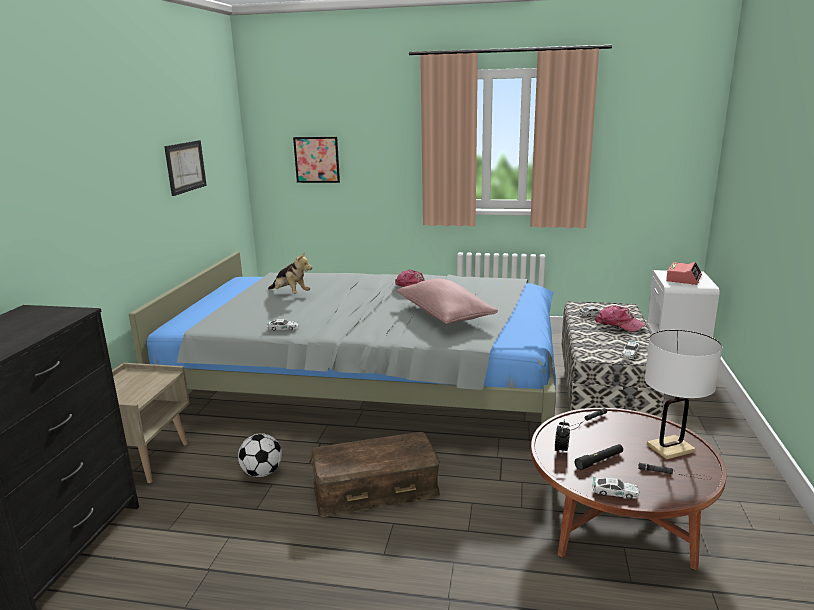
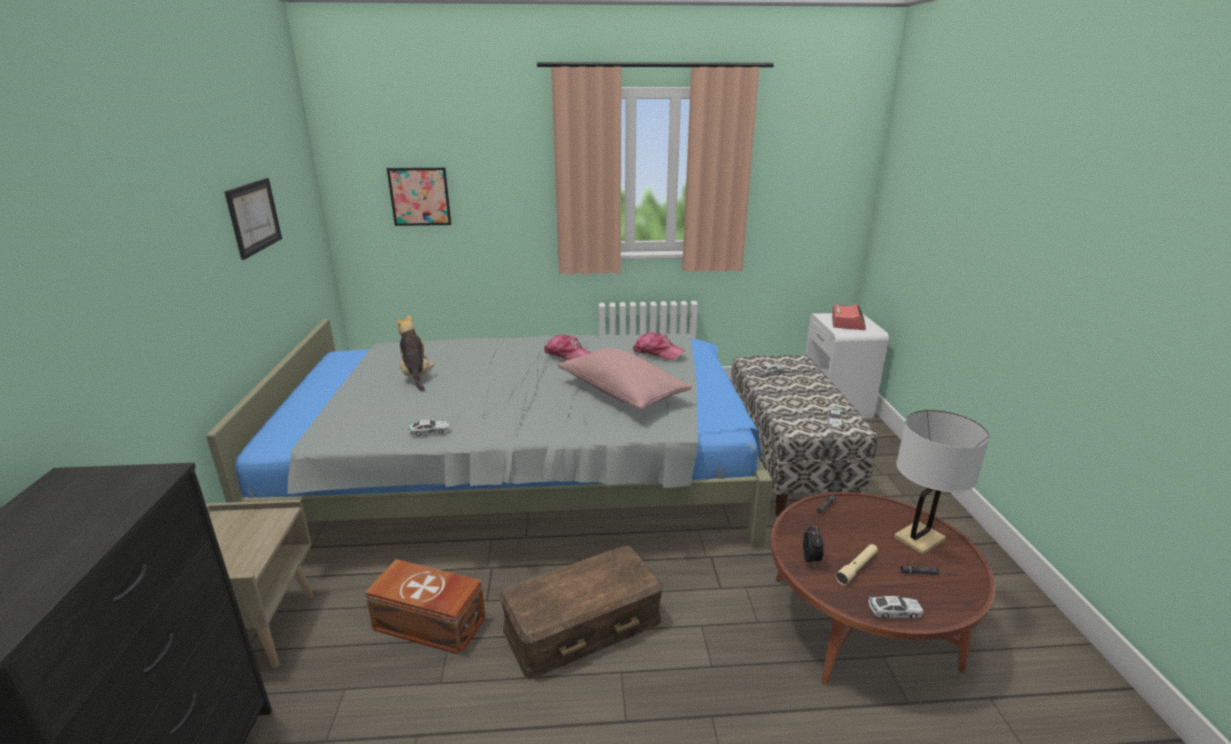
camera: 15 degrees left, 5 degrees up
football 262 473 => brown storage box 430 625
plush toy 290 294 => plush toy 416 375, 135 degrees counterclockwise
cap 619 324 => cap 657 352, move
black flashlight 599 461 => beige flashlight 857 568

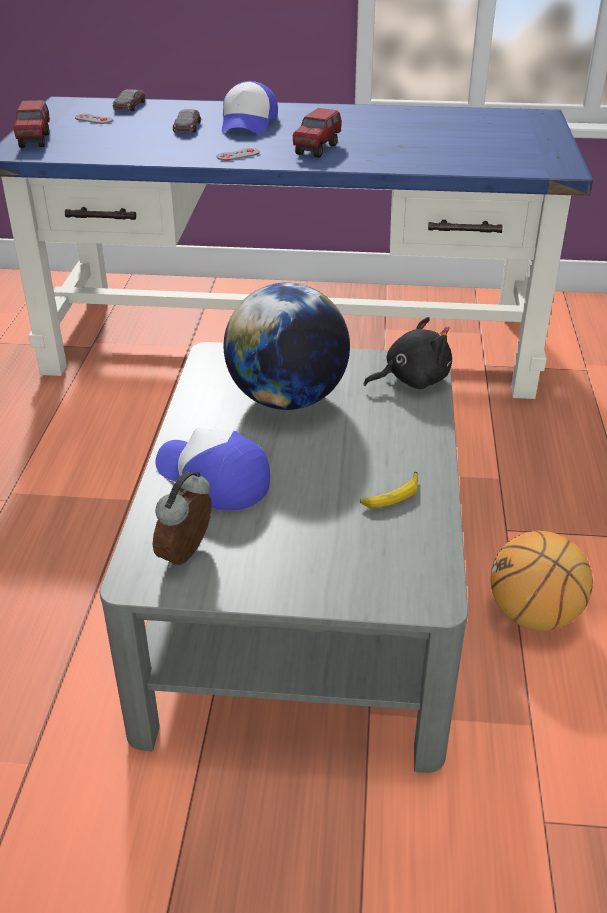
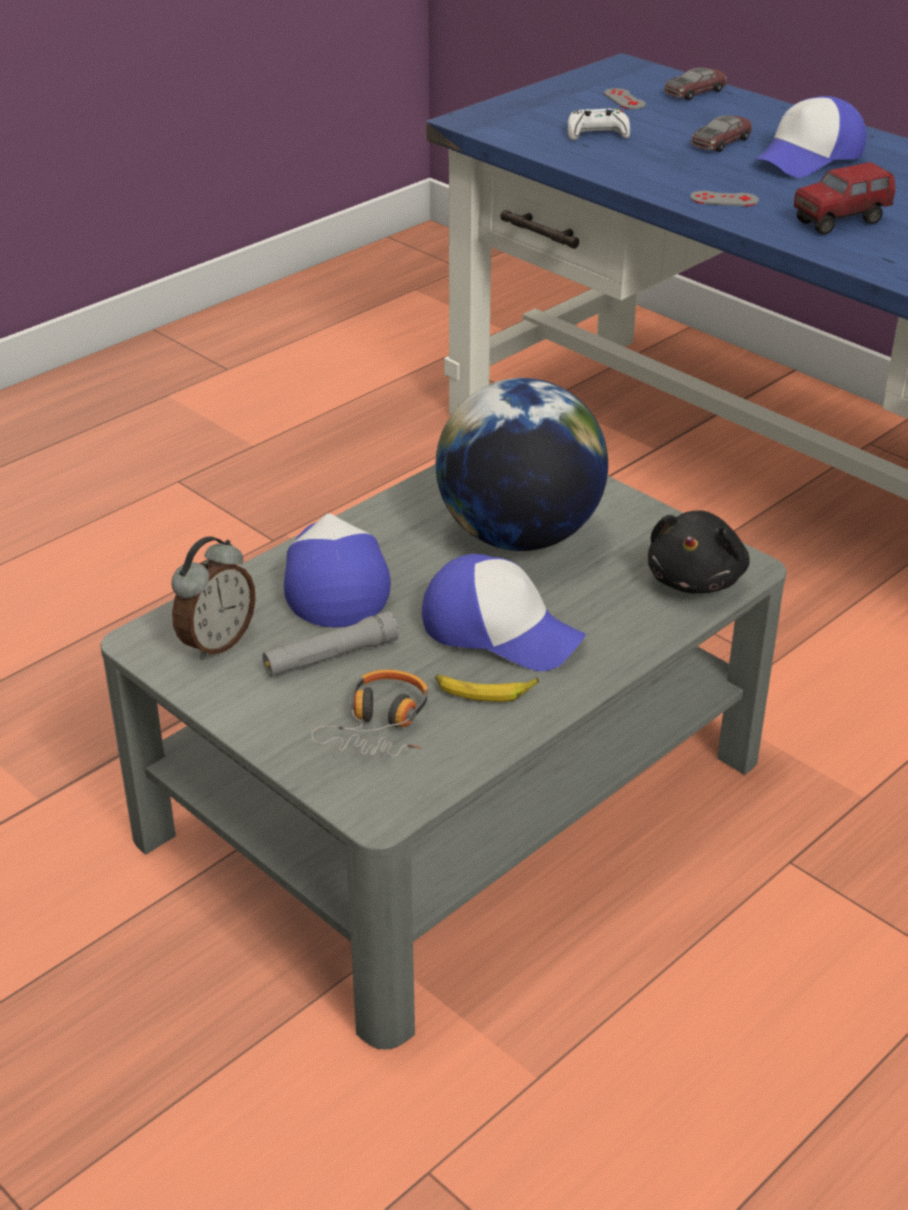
camera: 40 degrees right, 0 degrees up
alarm clock 188 555 => alarm clock 216 642, 150 degrees clockwise
nothing => grey flashlight 330 657
nothing => headphones 380 726
nothing => cap 500 630
nothing => white game controller 597 134
black plush toy 412 380 => black plush toy 696 579, 90 degrees clockwise
toy truck 35 140 => nothing
basketball 533 615 => nothing

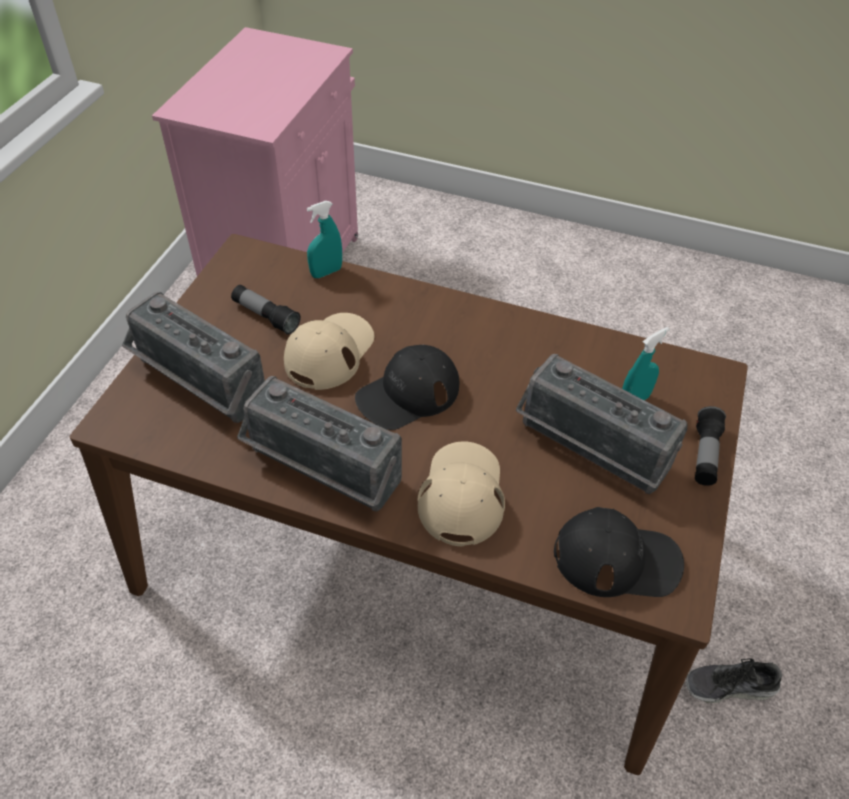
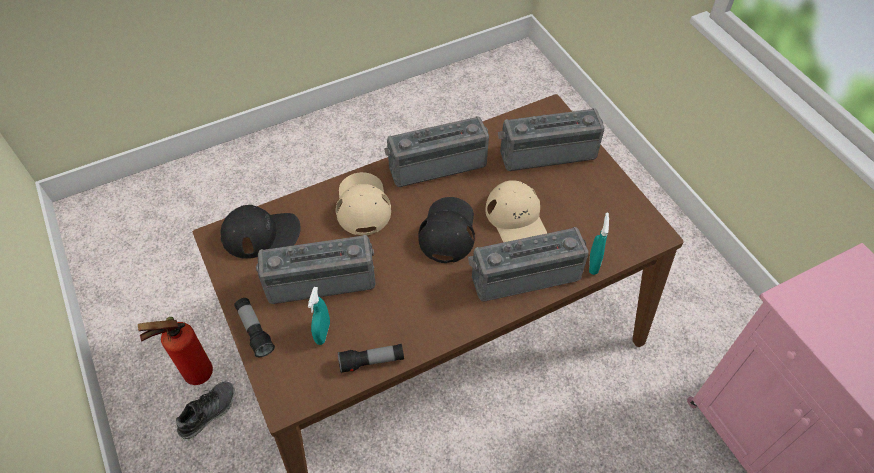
camera: 135 degrees right, 5 degrees up
nothing => fire extinguisher 194 374
black cap 617 558 => black cap 261 234, 150 degrees counterclockwise
beige cap 462 494 => beige cap 362 205, 150 degrees counterclockwise
flashlight 266 316 => flashlight 372 361, move
nothing => radio 524 273

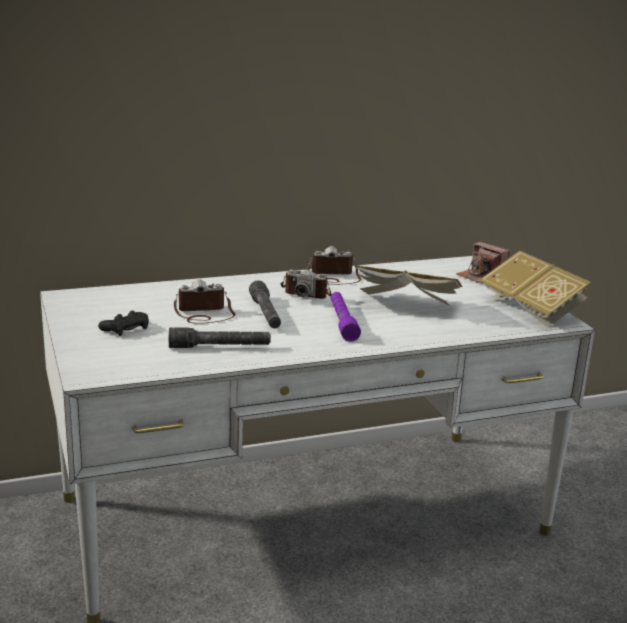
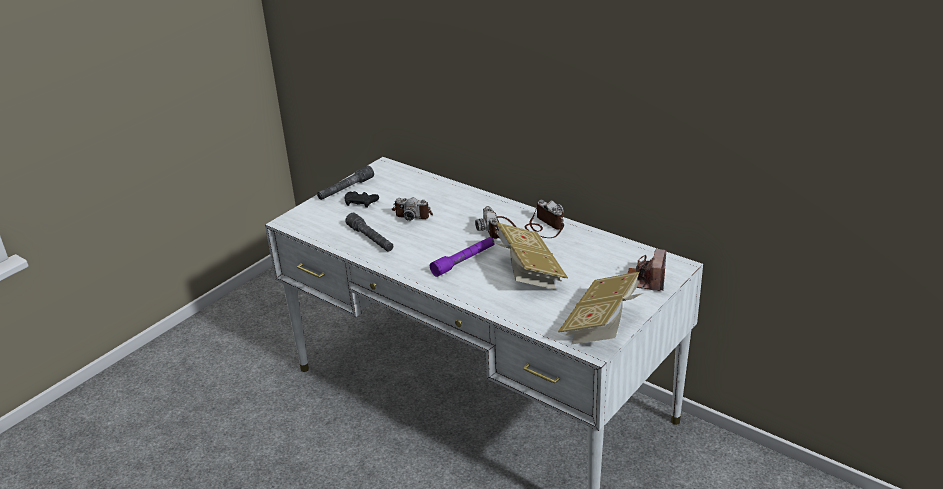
camera: 60 degrees right, 10 degrees up
grey flashlight 265 313 => grey flashlight 345 189, move
photo camera 204 314 => photo camera 413 213, 150 degrees clockwise

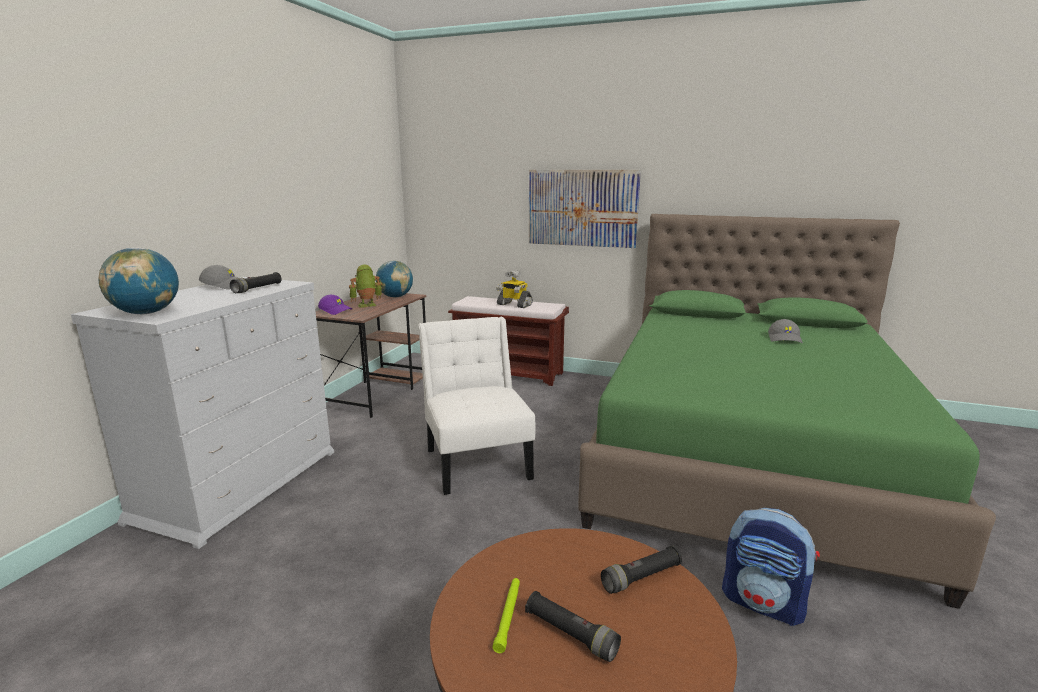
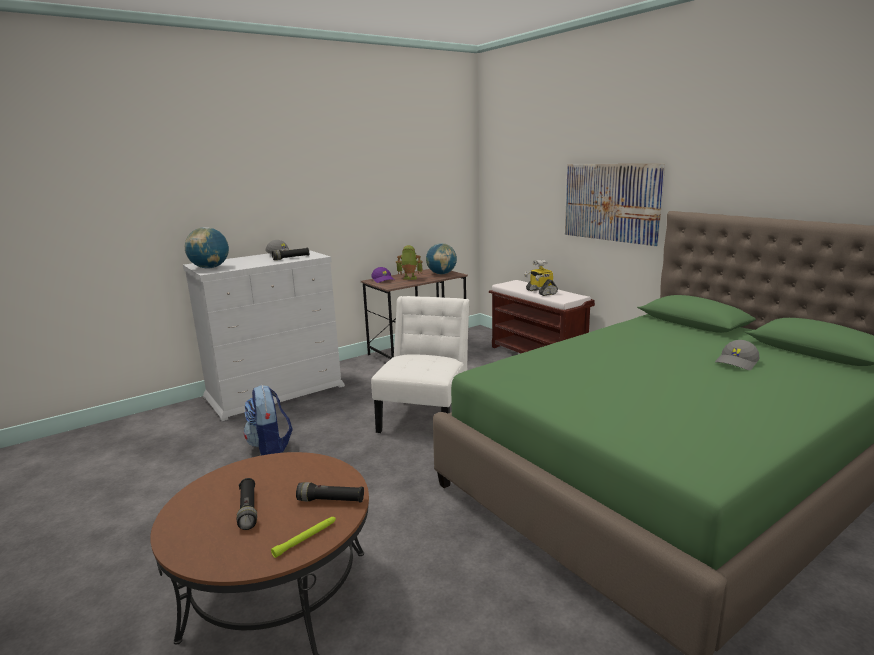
camera: 35 degrees right, 0 degrees up
backpack 763 603 => backpack 270 447, move
green flashlight 508 615 => green flashlight 306 538, move

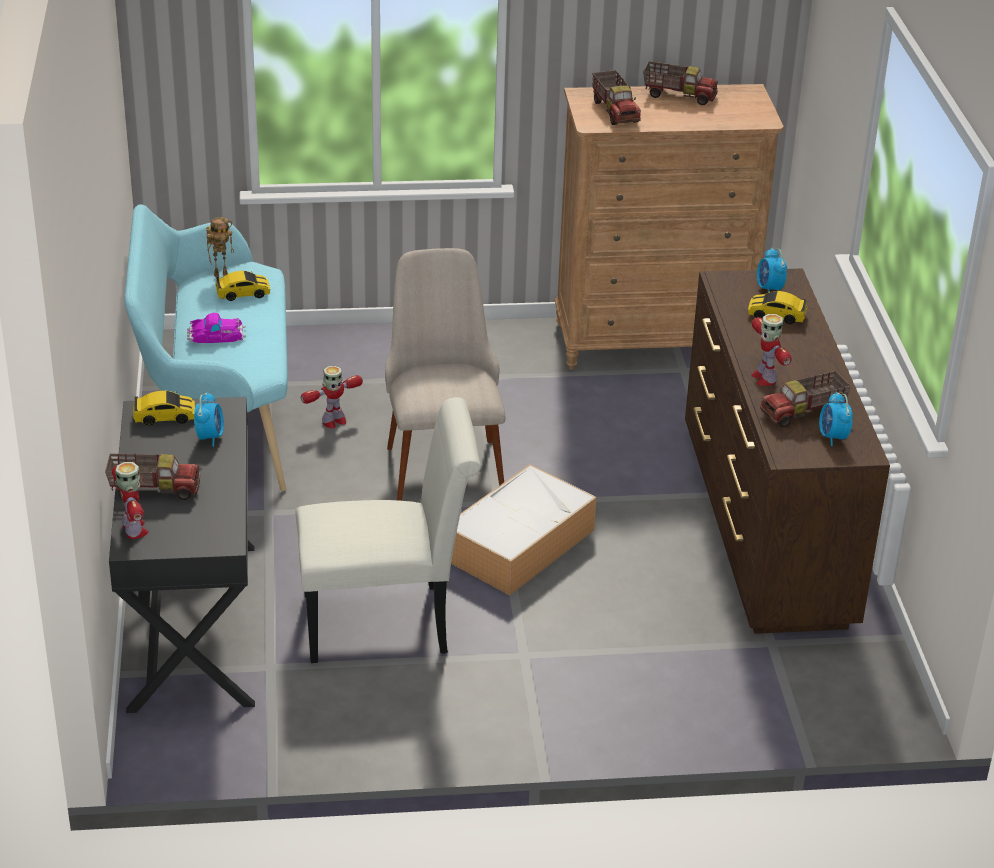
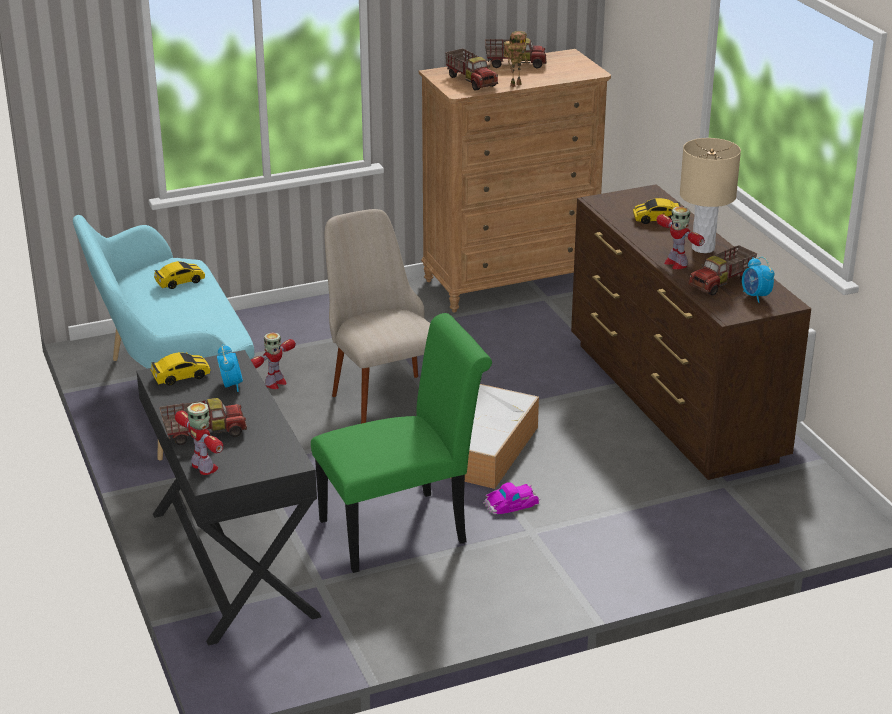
camera: 15 degrees left, 5 degrees down
white chair 387 623 => green chair 403 529
toy car 216 335 => toy car 511 503, move
toy robot 221 274 => toy robot 515 84, move
nothing => beige table lamp 702 248
alarm clock 769 289 => nothing

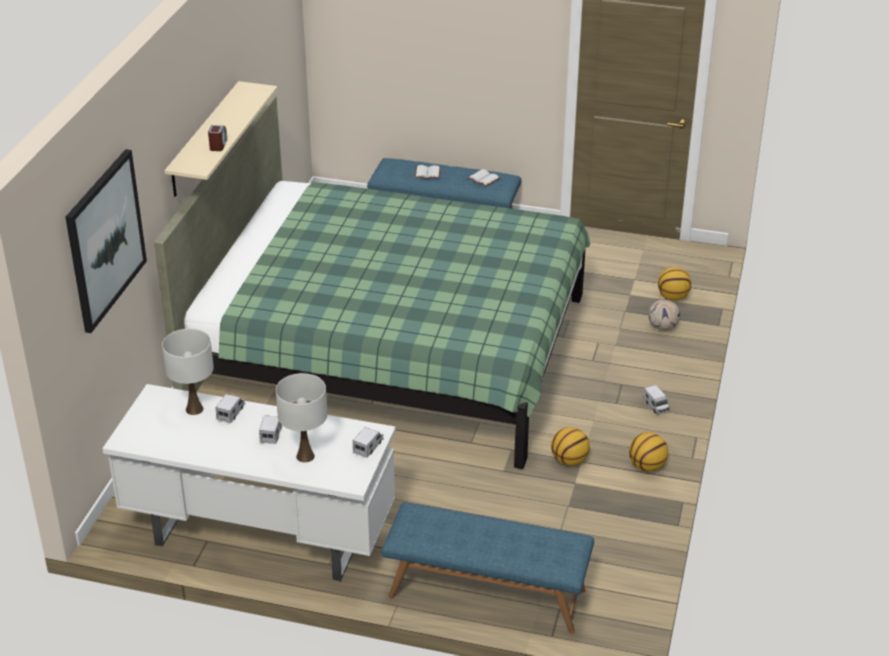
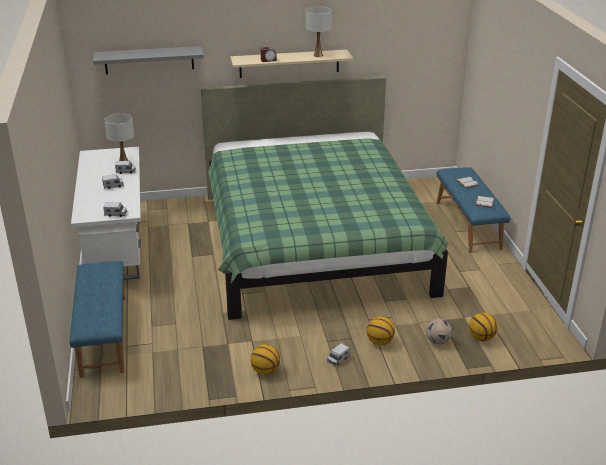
camera: 65 degrees right, 5 degrees down
picture 105 239 => grey shelf 149 60
white table lamp 305 456 => white table lamp 318 55, move
basketball 569 461 => basketball 380 342, move

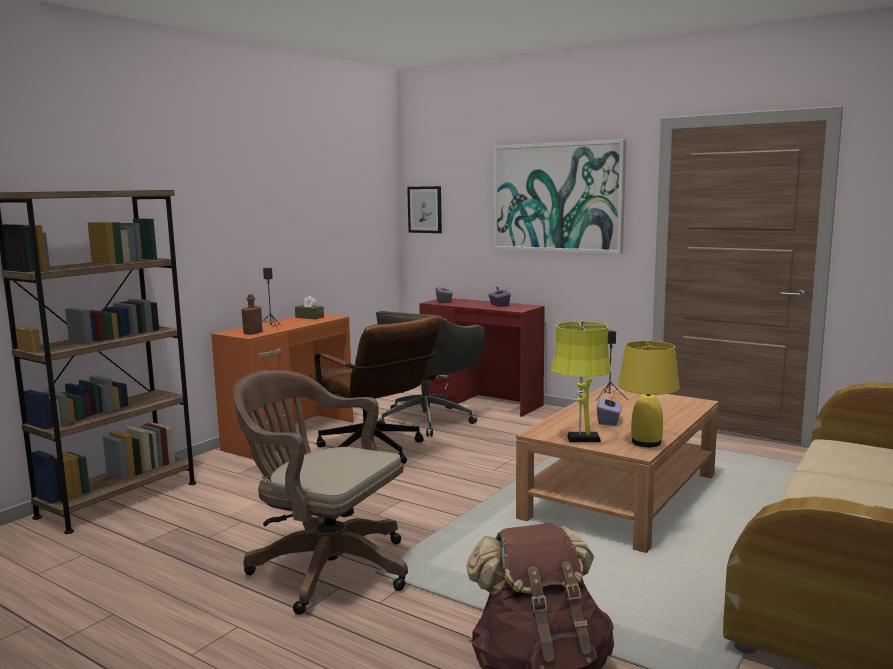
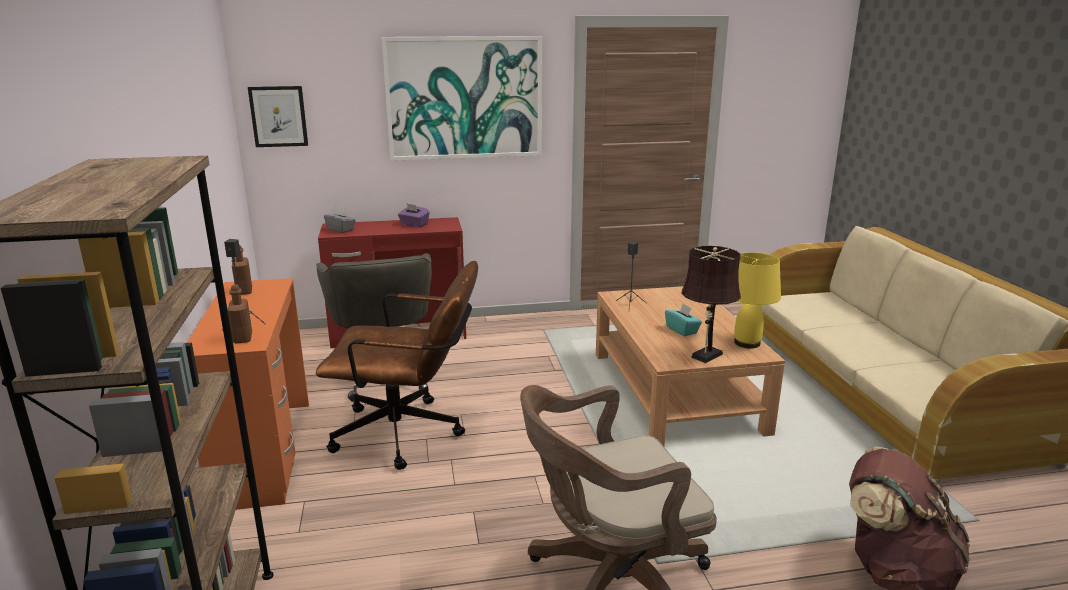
camera: 45 degrees left, 10 degrees up
brown tissue box 309 317 => brown bottle 244 291
purple tissue box 609 421 => turquoise tissue box 682 330
yellow table lamp 580 439 => brown table lamp 705 356

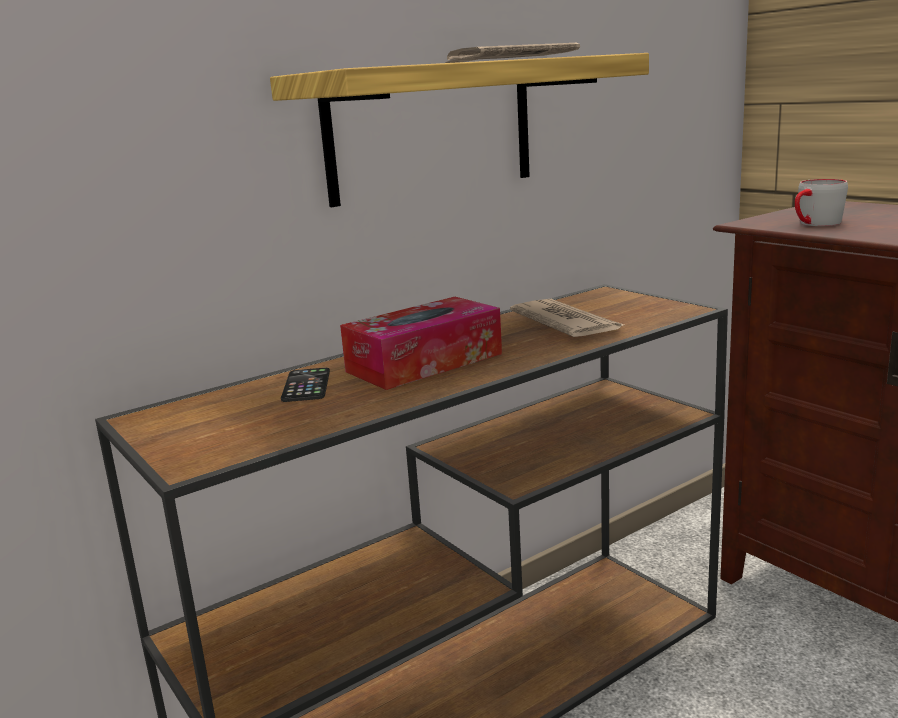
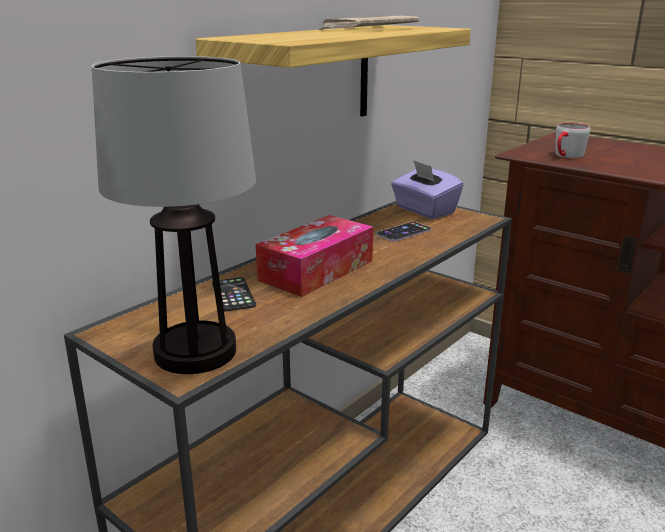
camera: 15 degrees left, 5 degrees up
nothing => table lamp 194 353
newspaper 565 323 => phone 403 232
nothing => purple tissue box 424 210

